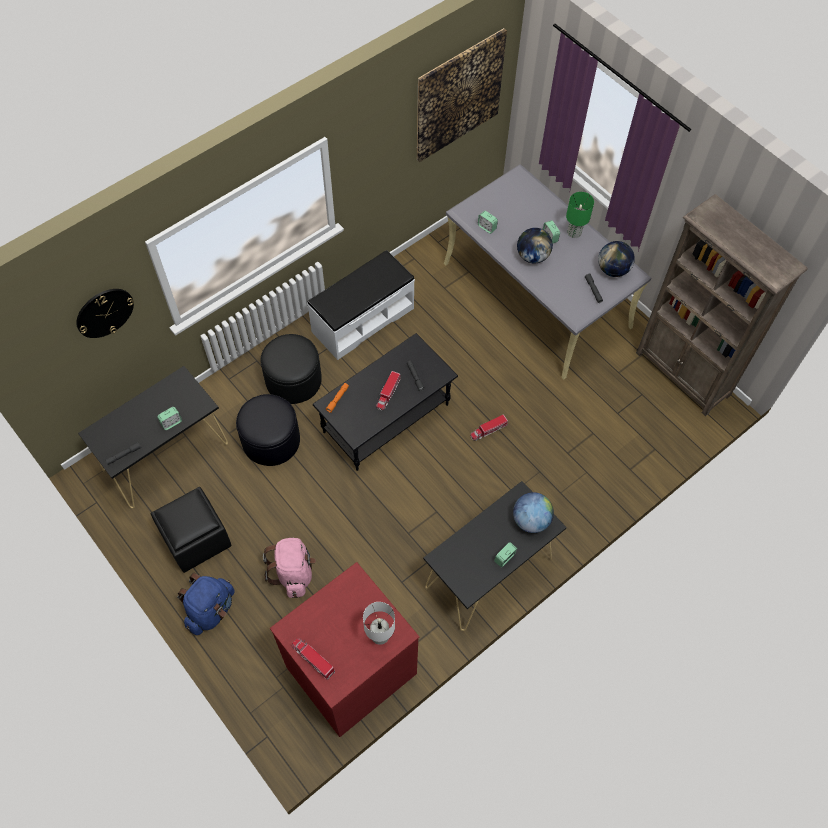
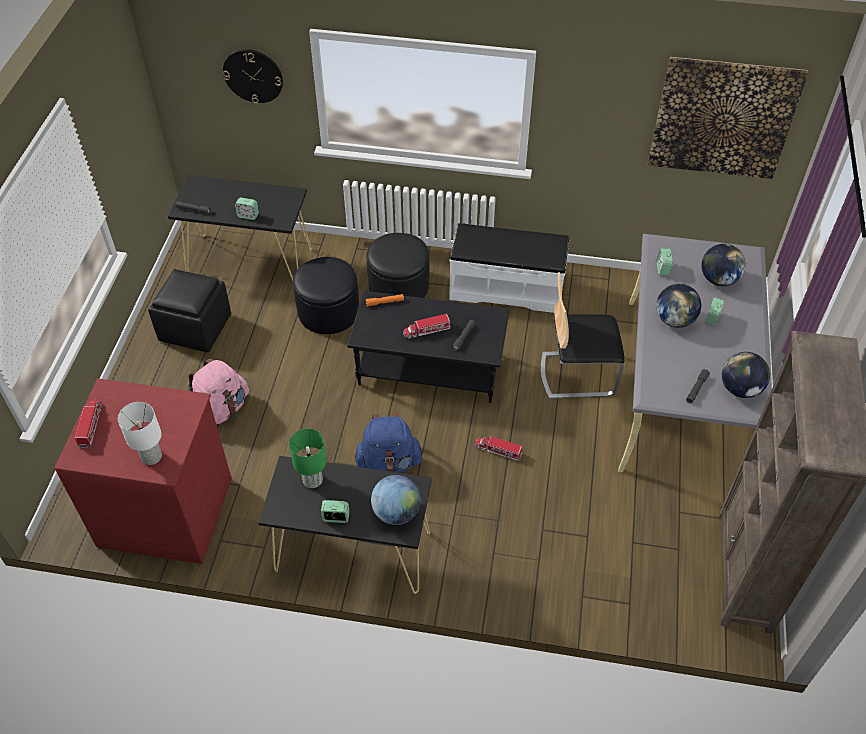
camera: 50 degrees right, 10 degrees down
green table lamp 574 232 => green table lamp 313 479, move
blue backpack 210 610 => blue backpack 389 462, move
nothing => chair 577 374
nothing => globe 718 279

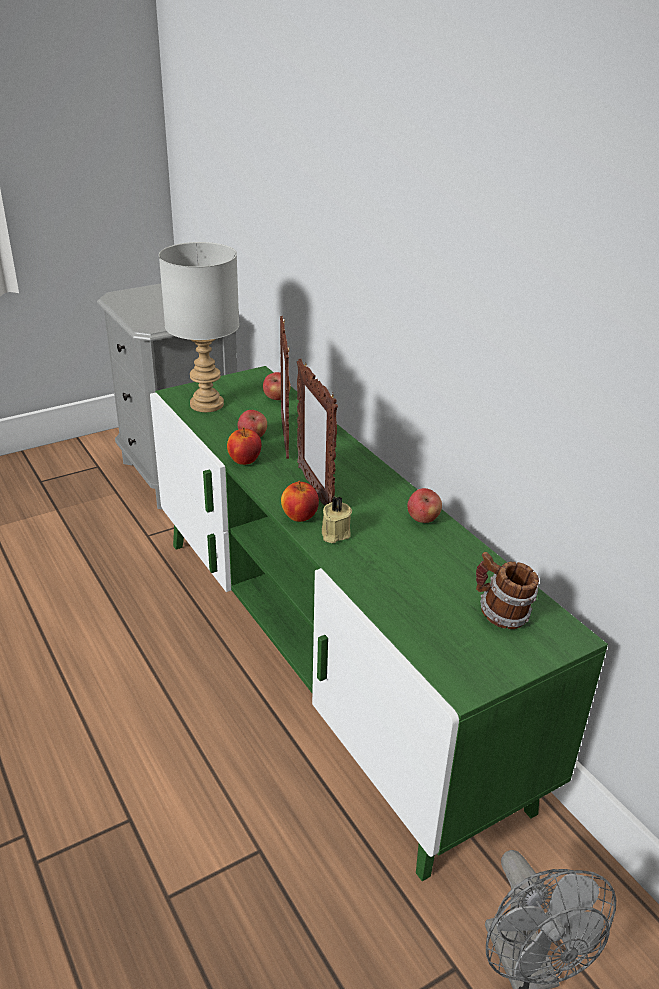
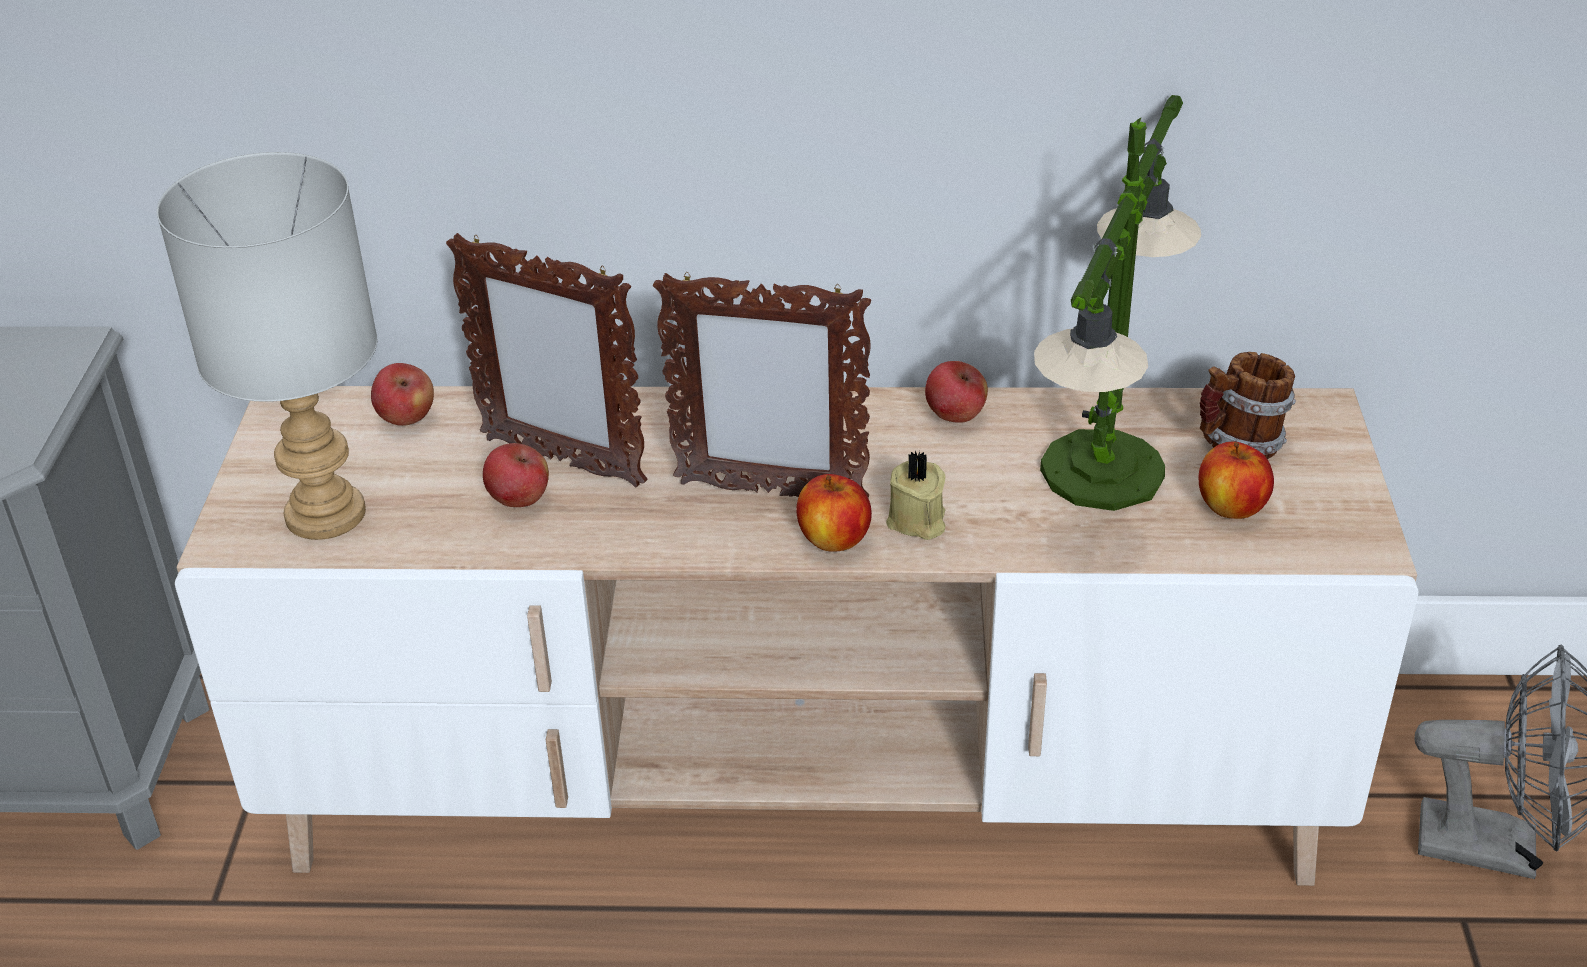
camera: 55 degrees left, 5 degrees up
green tv stand 325 657 => beige tv stand 801 784
nothing => table lamp 1102 470
apple 244 460 => apple 1231 508, move

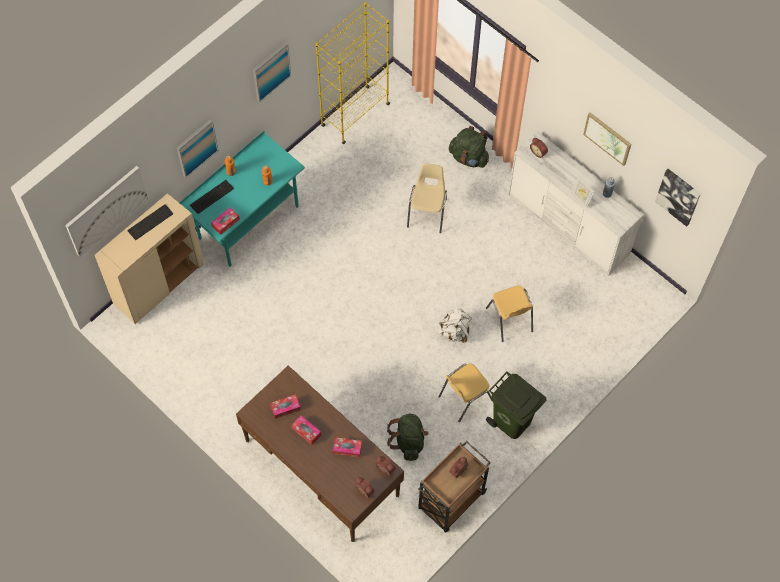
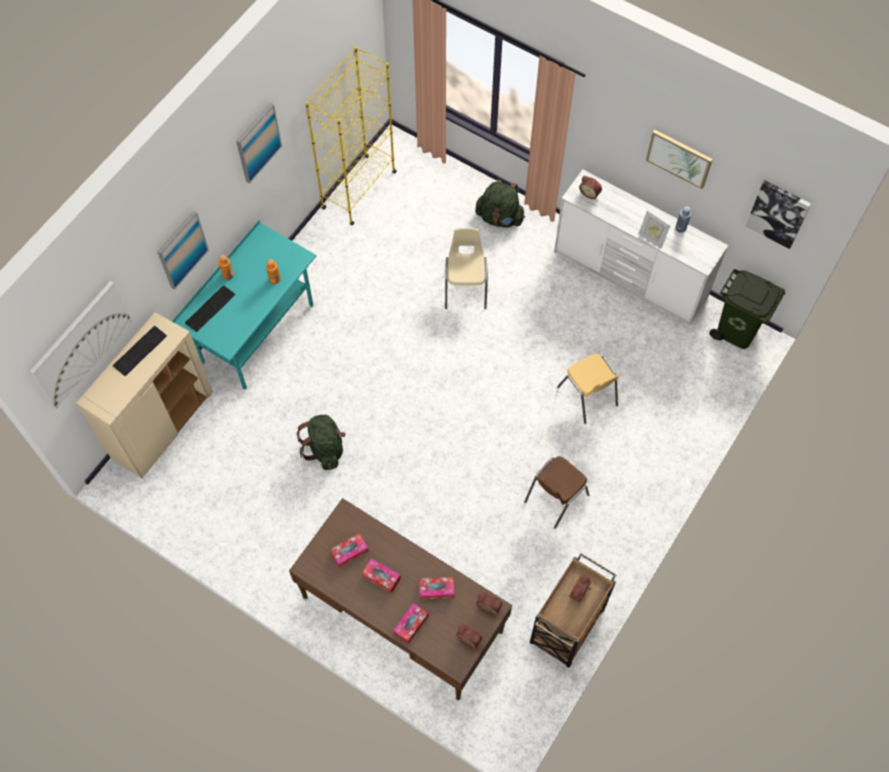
camera: 10 degrees left, 0 degrees up
green backpack 408 441 => green backpack 325 448, move
tissue box 225 223 => tissue box 411 624, move
yellow chair 464 398 => brown chair 555 498
green trash can 511 421 => green trash can 736 331, move
white backpack 454 332 => nothing

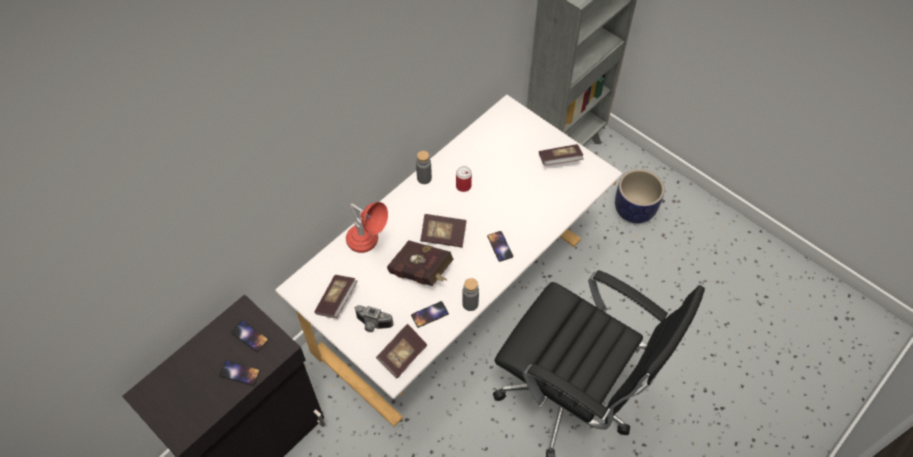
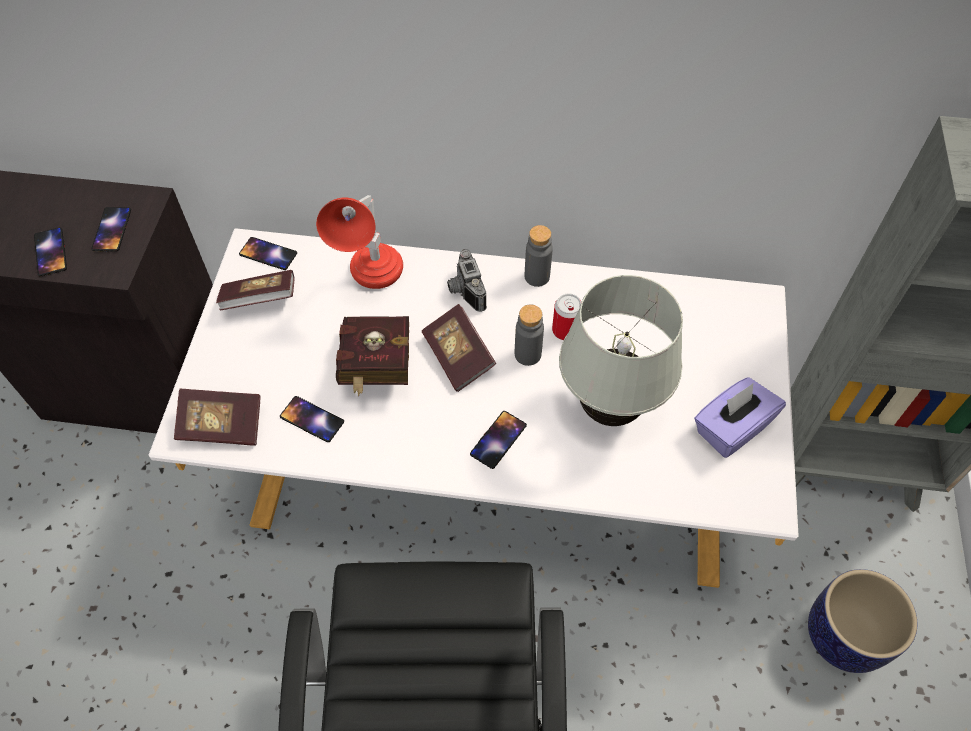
camera: 55 degrees right, 0 degrees up
nothing => phone 268 254
photo camera 372 325 => photo camera 464 291, move
grey bottle 470 304 => grey bottle 527 354, move
nothing => white table lamp 609 410
book 560 160 => purple tissue box 731 428

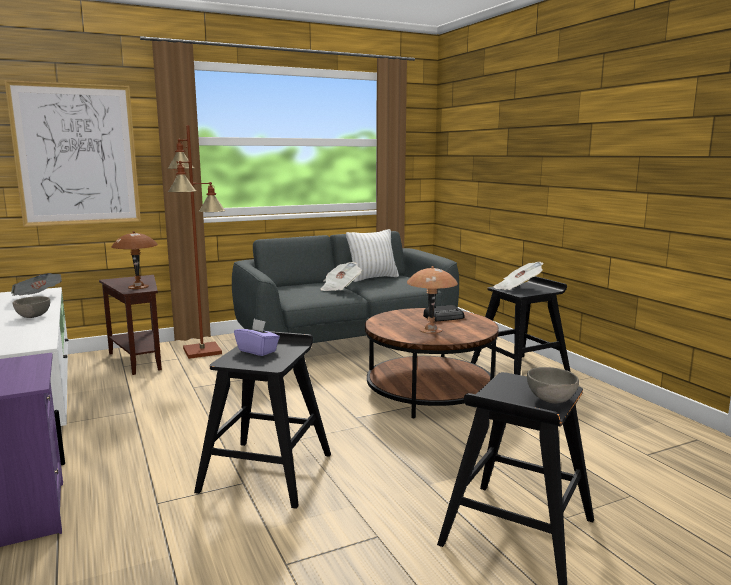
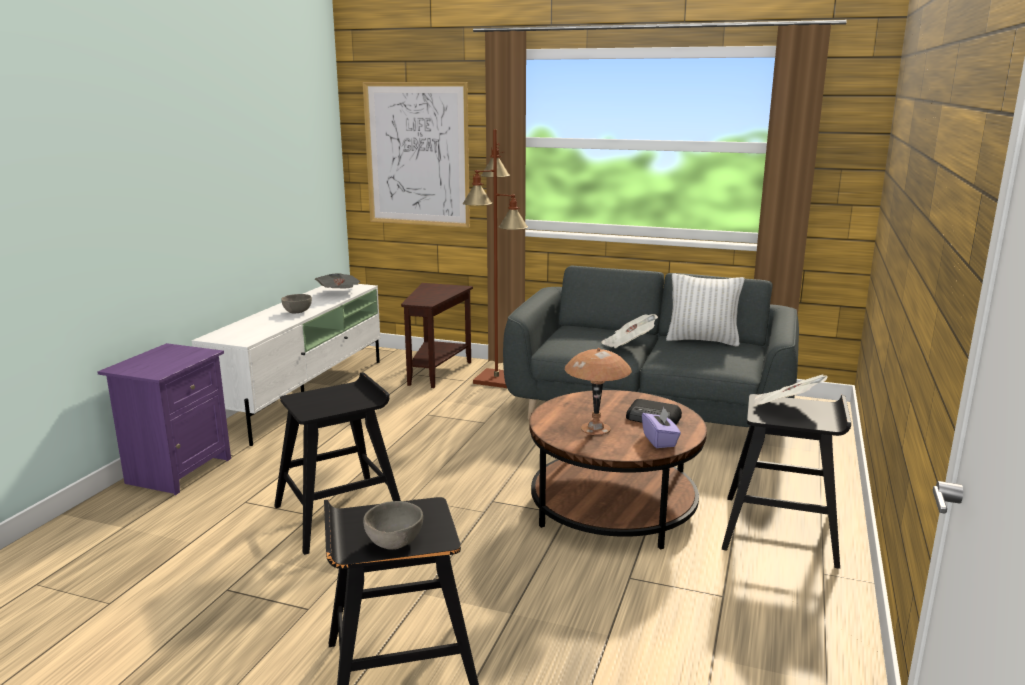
camera: 45 degrees right, 5 degrees up
purple tissue box 257 351 => purple tissue box 660 441, move
brown table lamp 138 287 => nothing

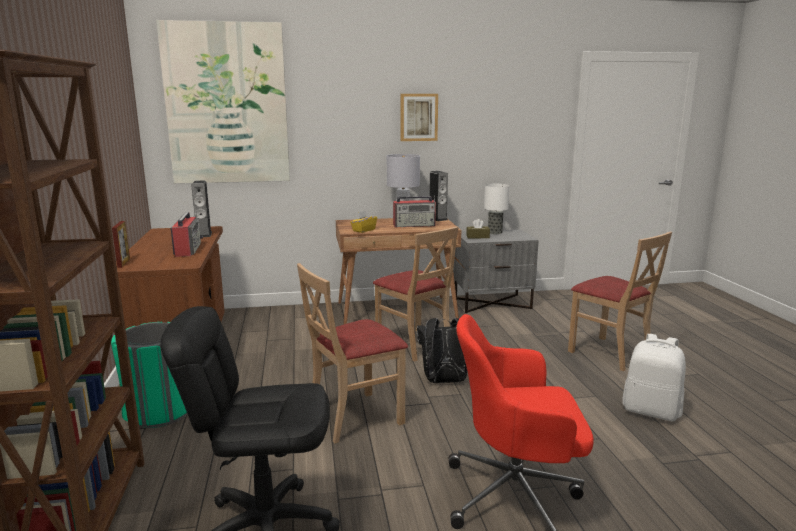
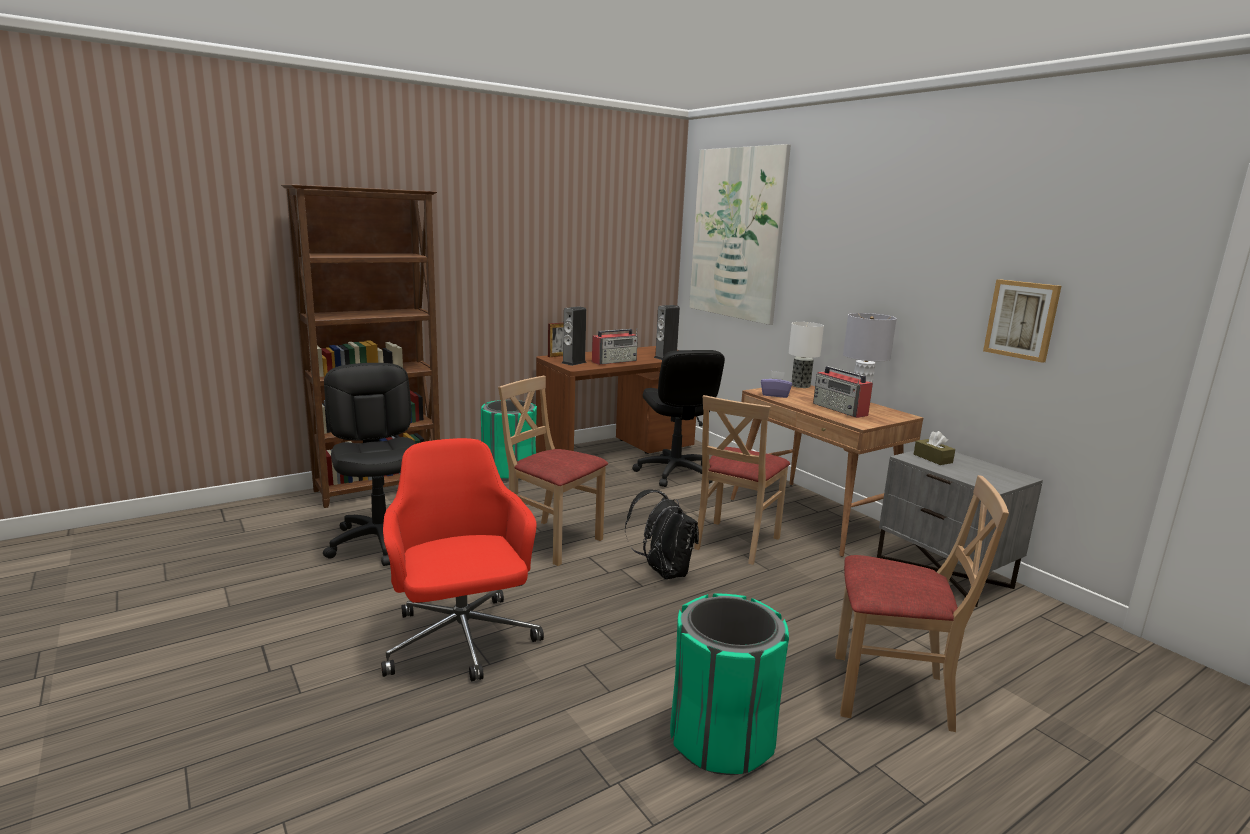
camera: 65 degrees right, 0 degrees up
speaker 437 219 => speaker 574 362, move
nothing => black office chair 674 473
white backpack 651 411 => green trash can 722 739
yellow tissue box 363 230 => purple tissue box 775 395
table lamp 495 232 => table lamp 800 386, move
beige chair 609 353 => beige chair 891 693, 105 degrees counterclockwise
picture 418 117 => picture 1022 319, move

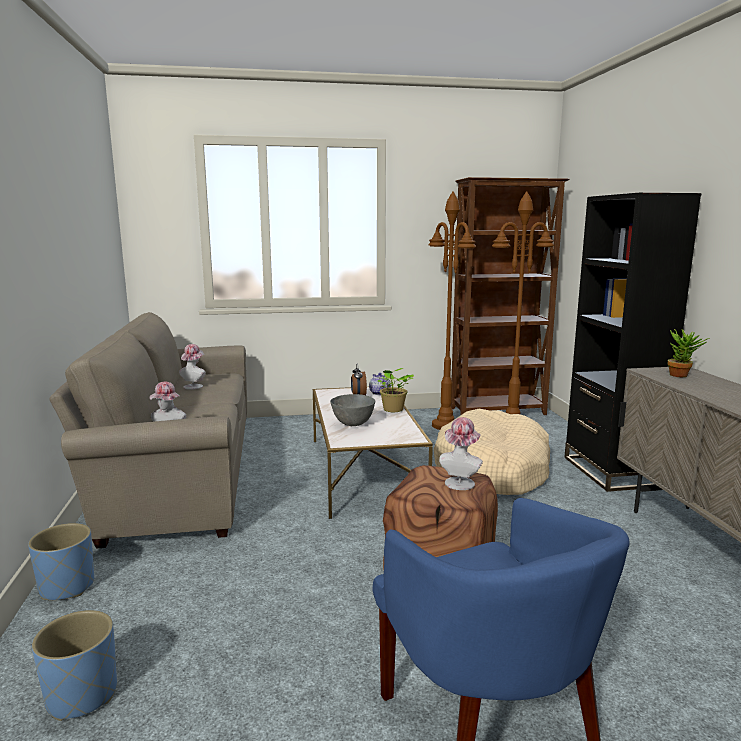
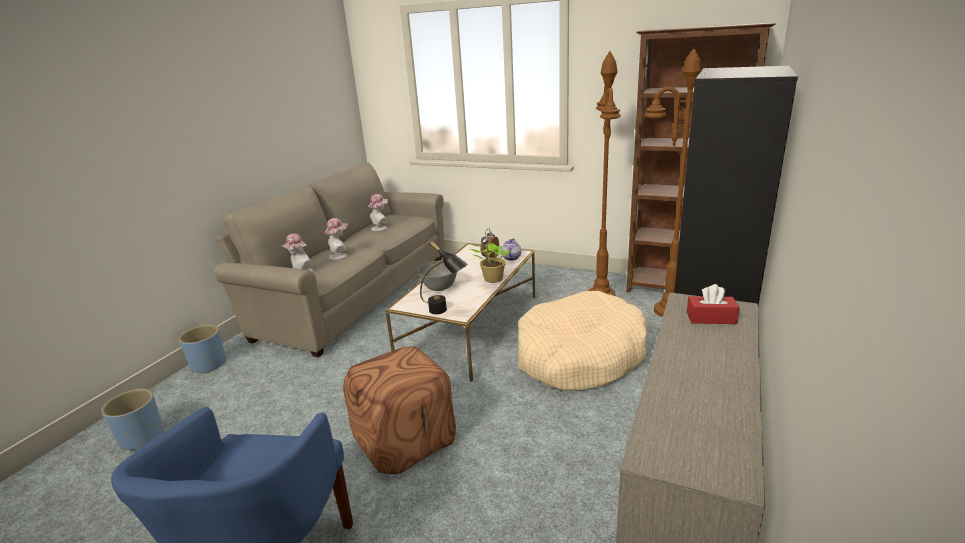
camera: 35 degrees right, 10 degrees up
hat 460 481 => hat 340 255, move
nothing => black table lamp 445 311
potted plant 682 375 => red tissue box 711 318

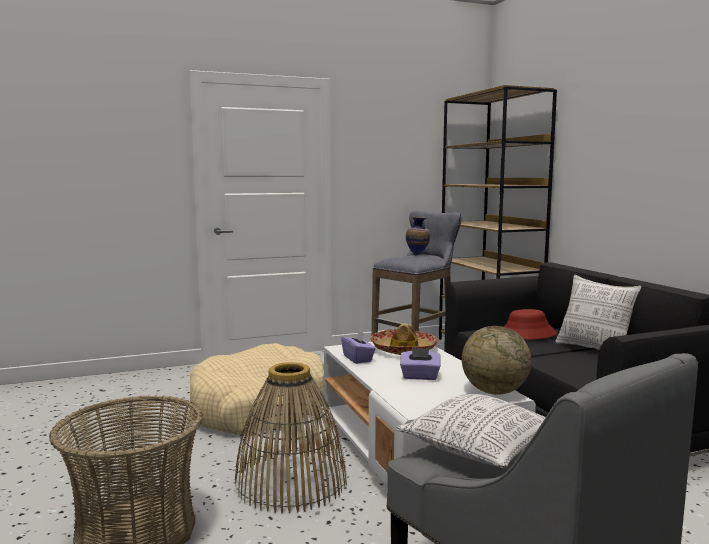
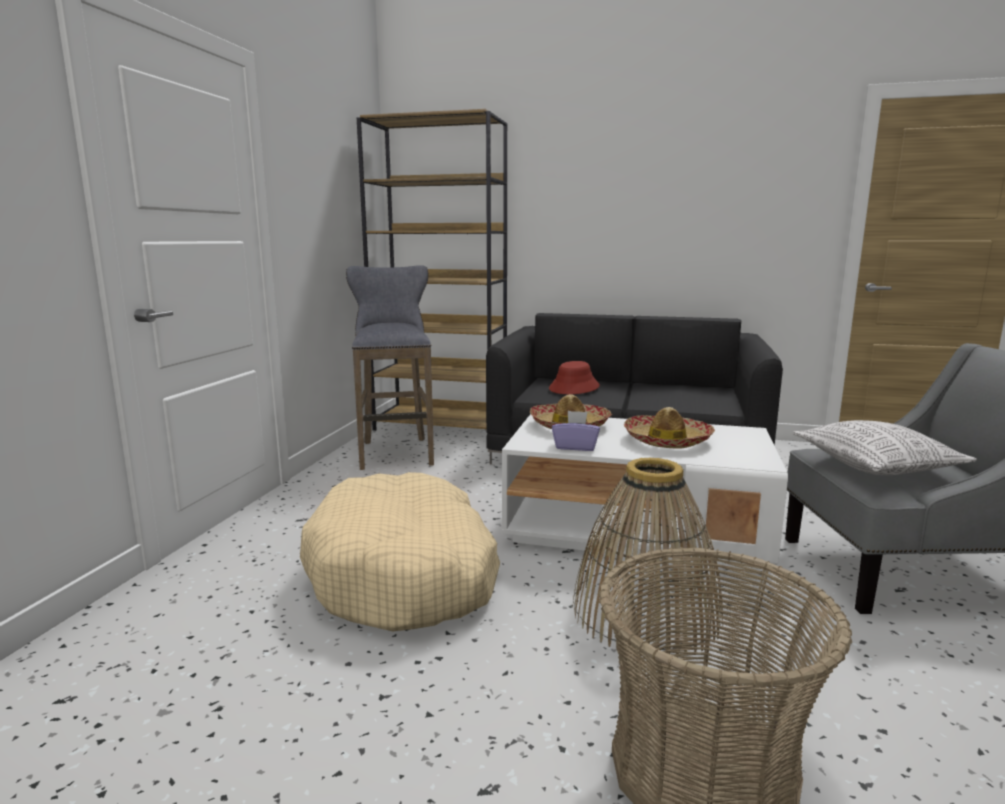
camera: 55 degrees left, 5 degrees up
purple tissue box 420 377 => hat 667 441
vase 418 255 => nothing
globe 494 392 => nothing
pillow 594 350 => nothing

